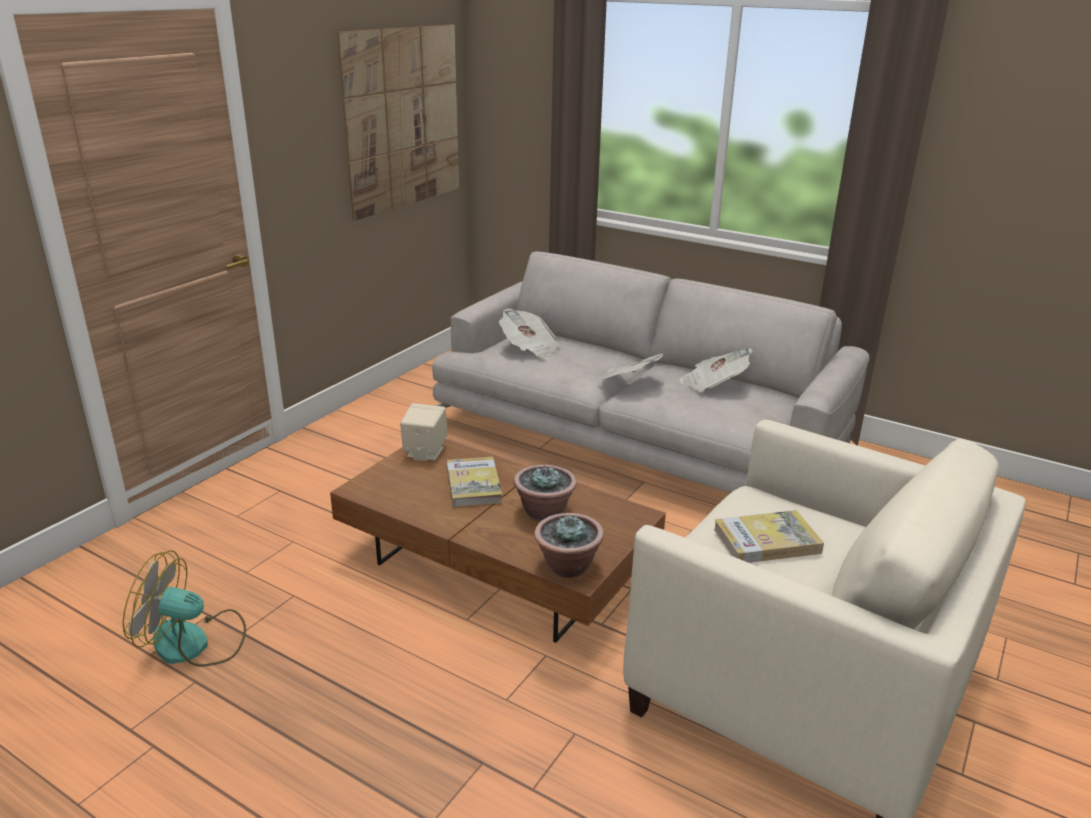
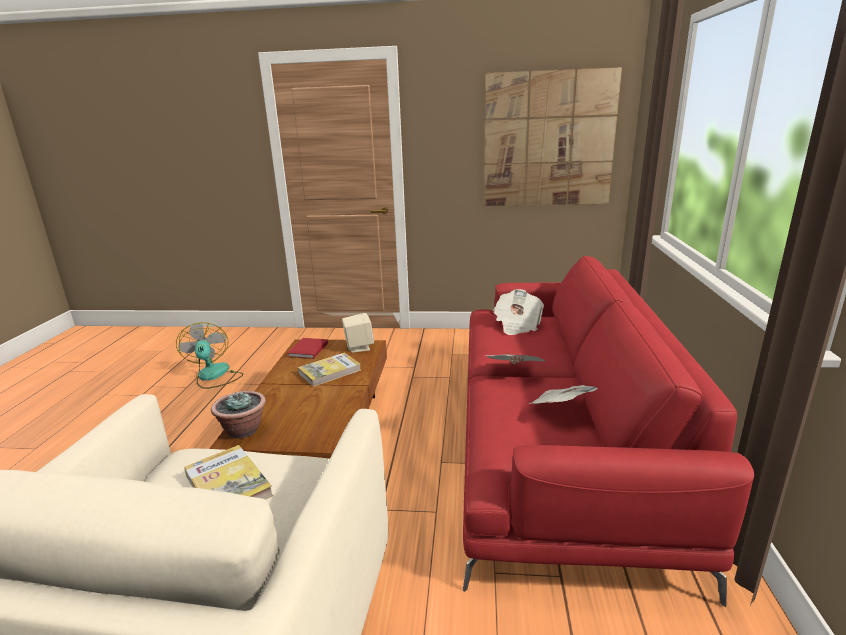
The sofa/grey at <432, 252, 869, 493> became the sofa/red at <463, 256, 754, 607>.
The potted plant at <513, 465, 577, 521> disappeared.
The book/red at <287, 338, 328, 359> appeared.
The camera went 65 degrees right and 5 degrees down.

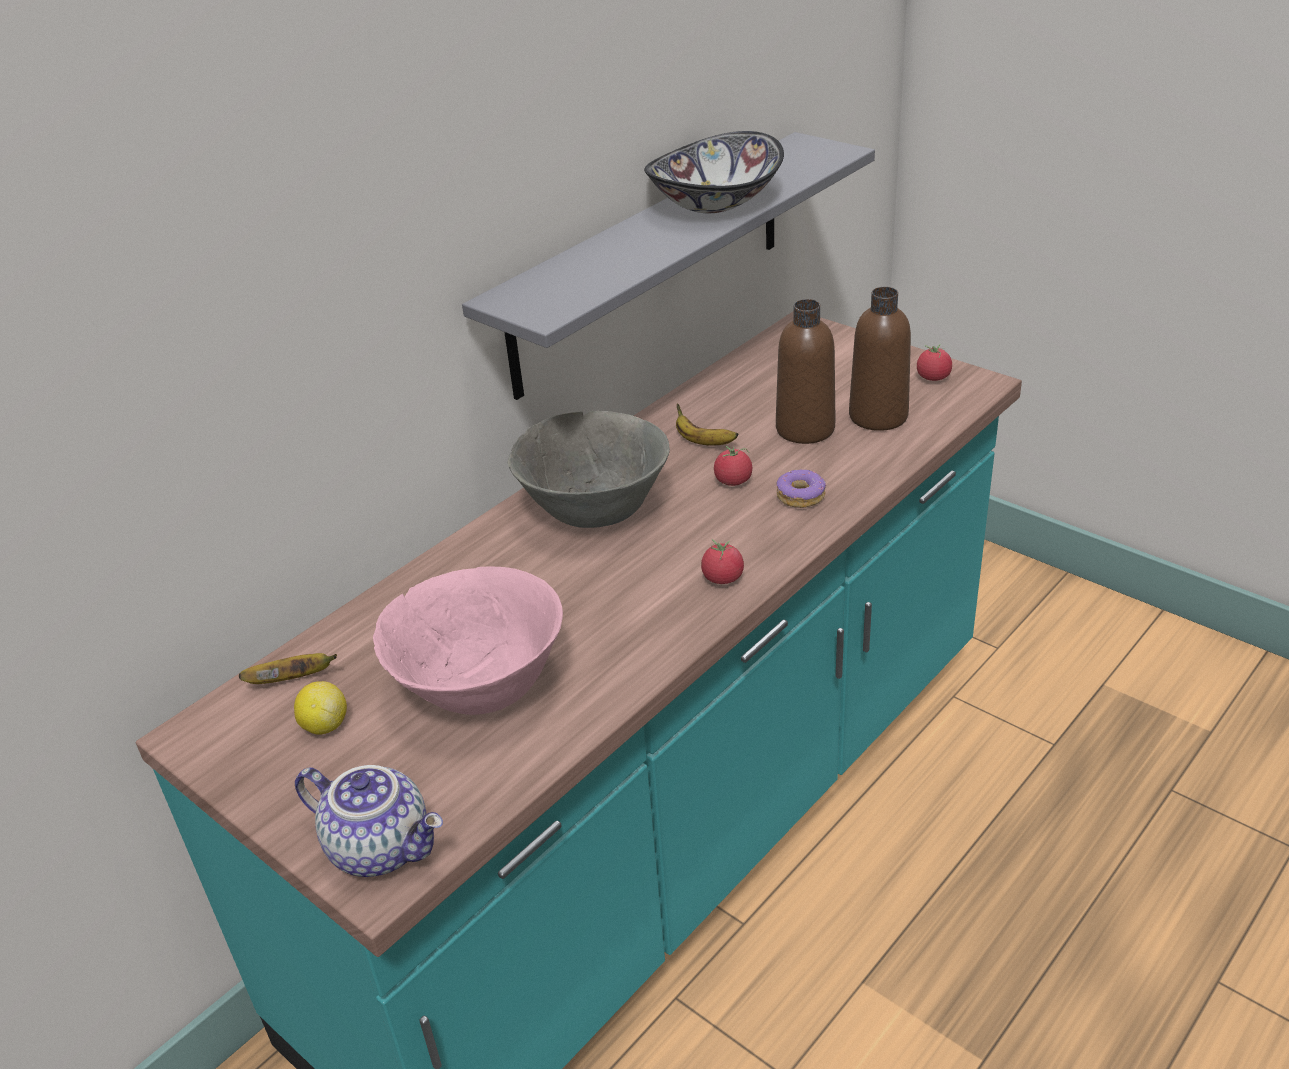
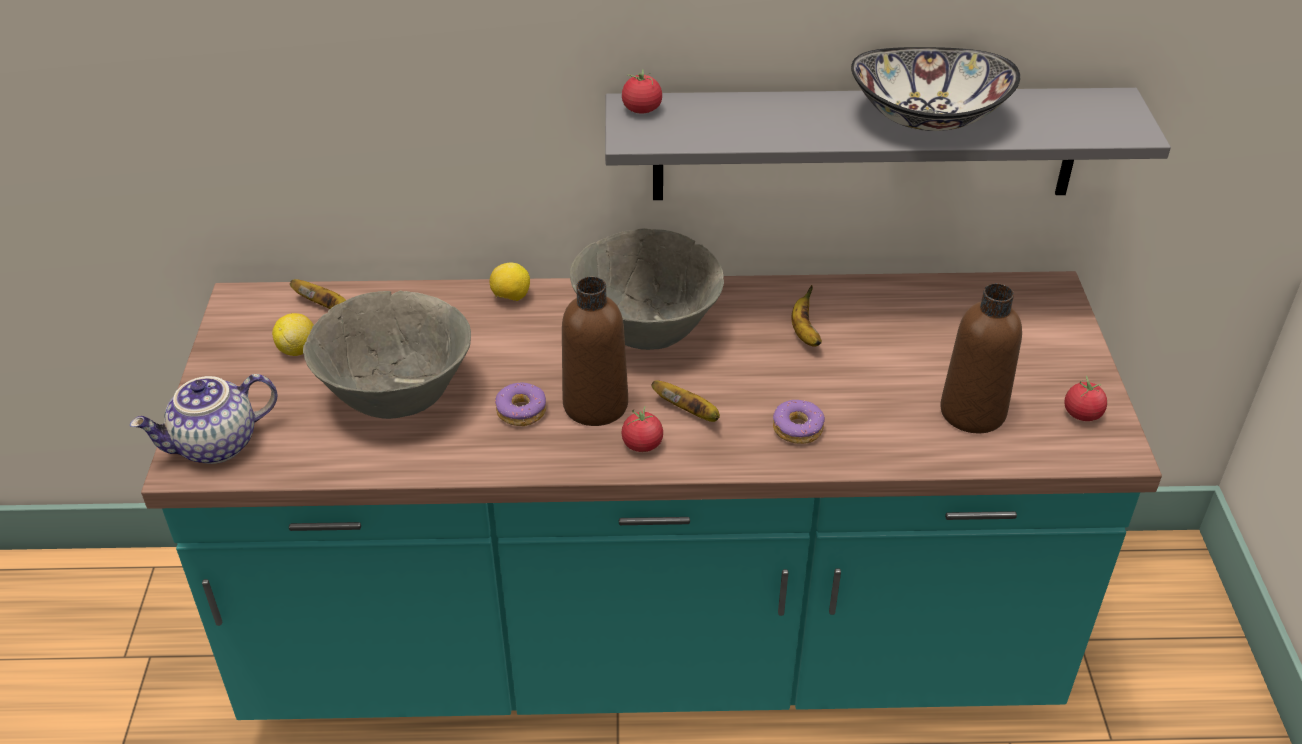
The bottle/brown moved from <776, 299, 835, 444> to <562, 276, 628, 426>.
The tomato moved from <714, 446, 752, 486> to <622, 69, 662, 113>.
The bowl/pink at <373, 566, 563, 715> became the bowl/grey at <303, 290, 471, 419>.
The teapot at <295, 765, 443, 877> turned 75 degrees clockwise.
The lemon at <490, 263, 530, 301> appeared.
The banana at <652, 381, 720, 422> appeared.
The donut at <495, 383, 546, 426> appeared.
The camera went 45 degrees right and 5 degrees up.

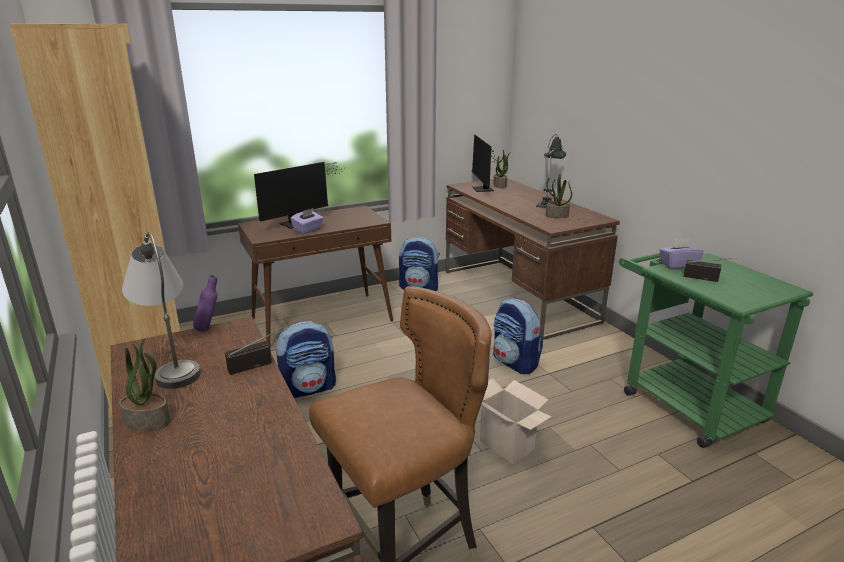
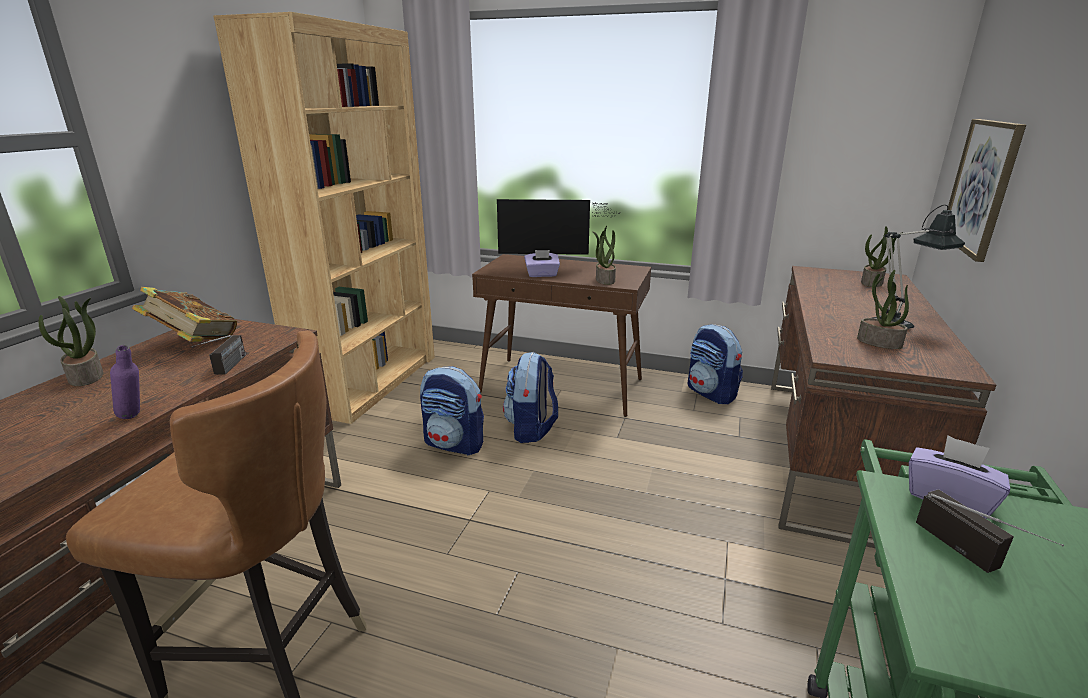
The monitor at <472, 134, 495, 192> disappeared.
The table lamp/grey at <122, 232, 200, 389> was replaced by the book at <132, 287, 237, 342>.
The bottle/purple moved from <193, 275, 217, 332> to <110, 345, 140, 419>.
The backpack moved from <493, 298, 543, 374> to <503, 352, 558, 443>.
The radio at <225, 324, 290, 375> turned 75 degrees clockwise.
The cardboard box at <480, 378, 552, 464> disappeared.
The picture at <948, 119, 1026, 262> appeared.
The potted plant at <593, 226, 616, 285> appeared.
The camera went 45 degrees right and 0 degrees up.

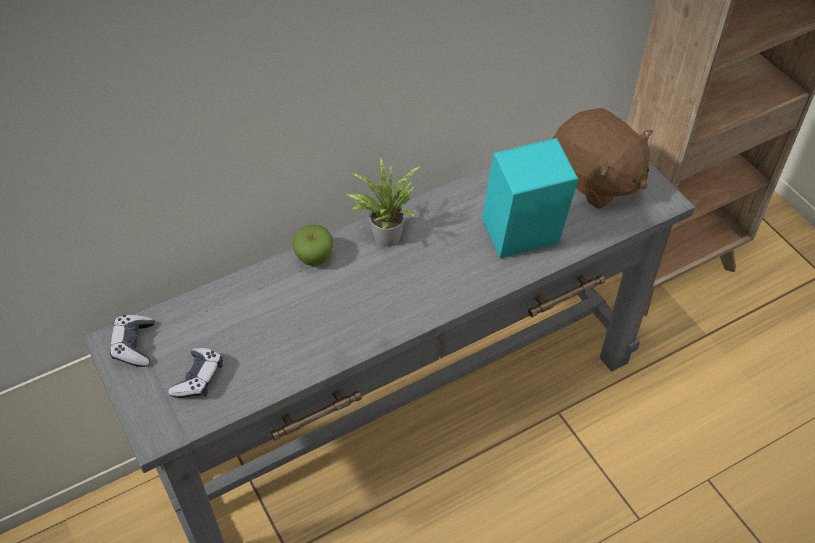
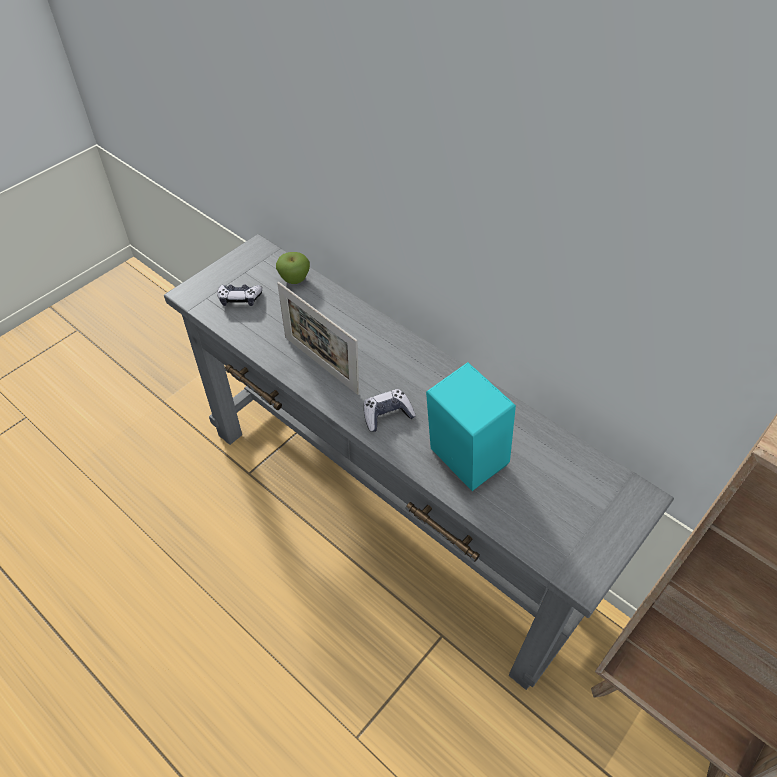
The plush toy/brown at <552, 108, 653, 209> disappeared.
The potted plant at <346, 157, 420, 247> disappeared.
The apple moved from <292, 225, 333, 266> to <276, 252, 310, 284>.
The game controller moved from <110, 315, 154, 367> to <364, 389, 416, 432>.
The picture frame at <277, 282, 359, 395> appeared.
The camera went 70 degrees right and 0 degrees up.

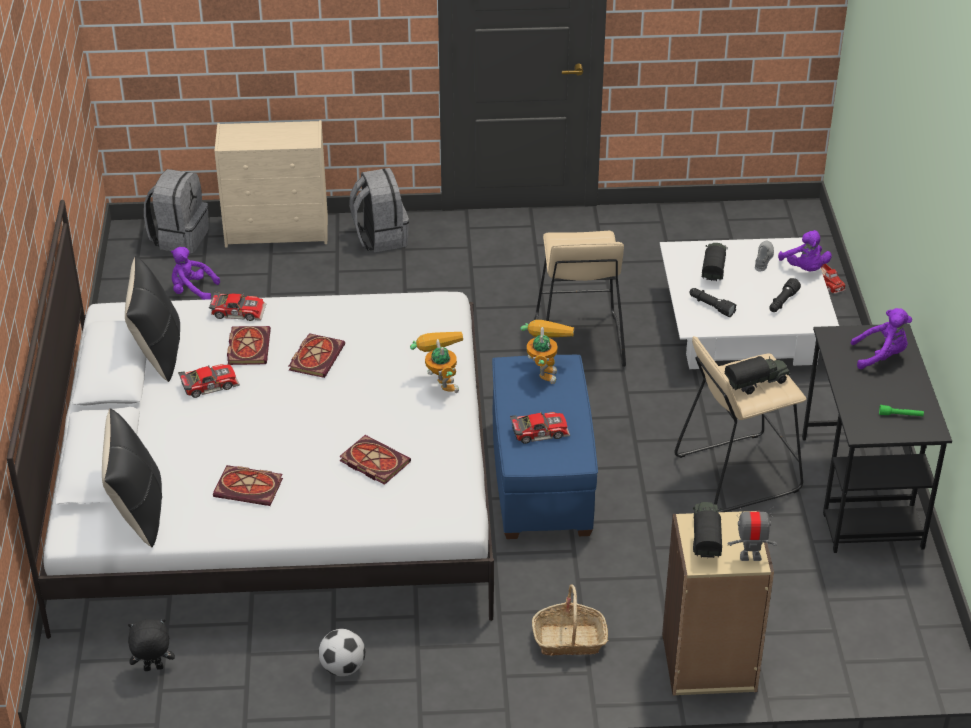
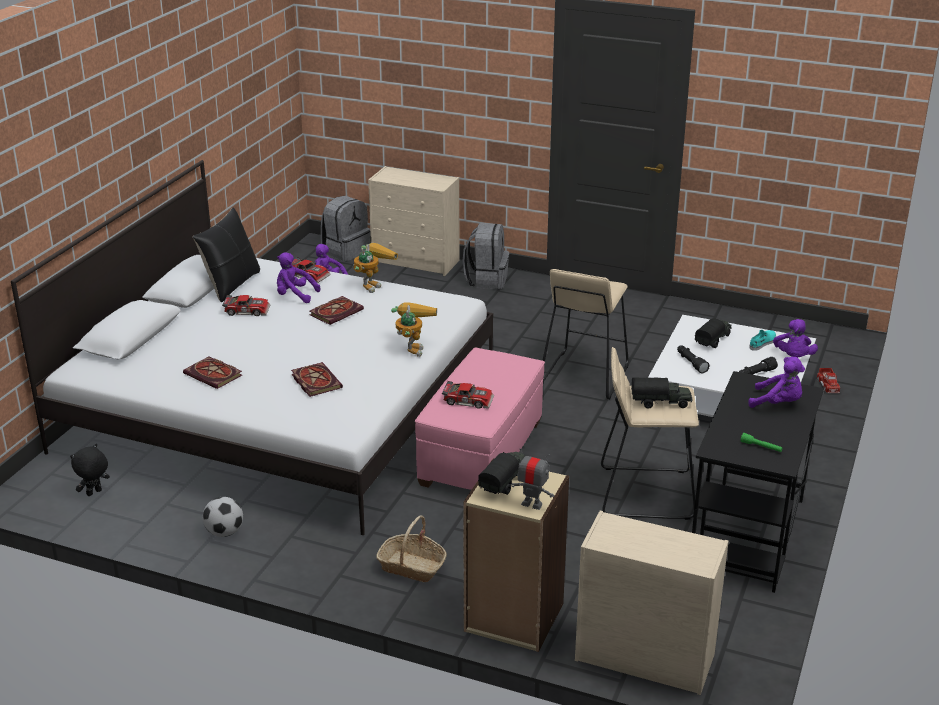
The shoe/grey at <755, 241, 774, 272> became the shoe/turquoise at <749, 330, 776, 351>.
The toy robot moved from <521, 320, 574, 384> to <353, 243, 398, 293>.
The book at <227, 326, 271, 365> was replaced by the plush toy/purple at <277, 252, 320, 303>.
The ottoman/blue at <492, 355, 598, 539> became the ottoman/pink at <415, 348, 545, 490>.
The pillow/black at <102, 408, 162, 547> disappeared.
The plush toy/black at <128, 619, 175, 671> turned 60 degrees counterclockwise.
The dresser/beige at <575, 511, 729, 695> appeared.
The camera went 25 degrees right and 10 degrees down.

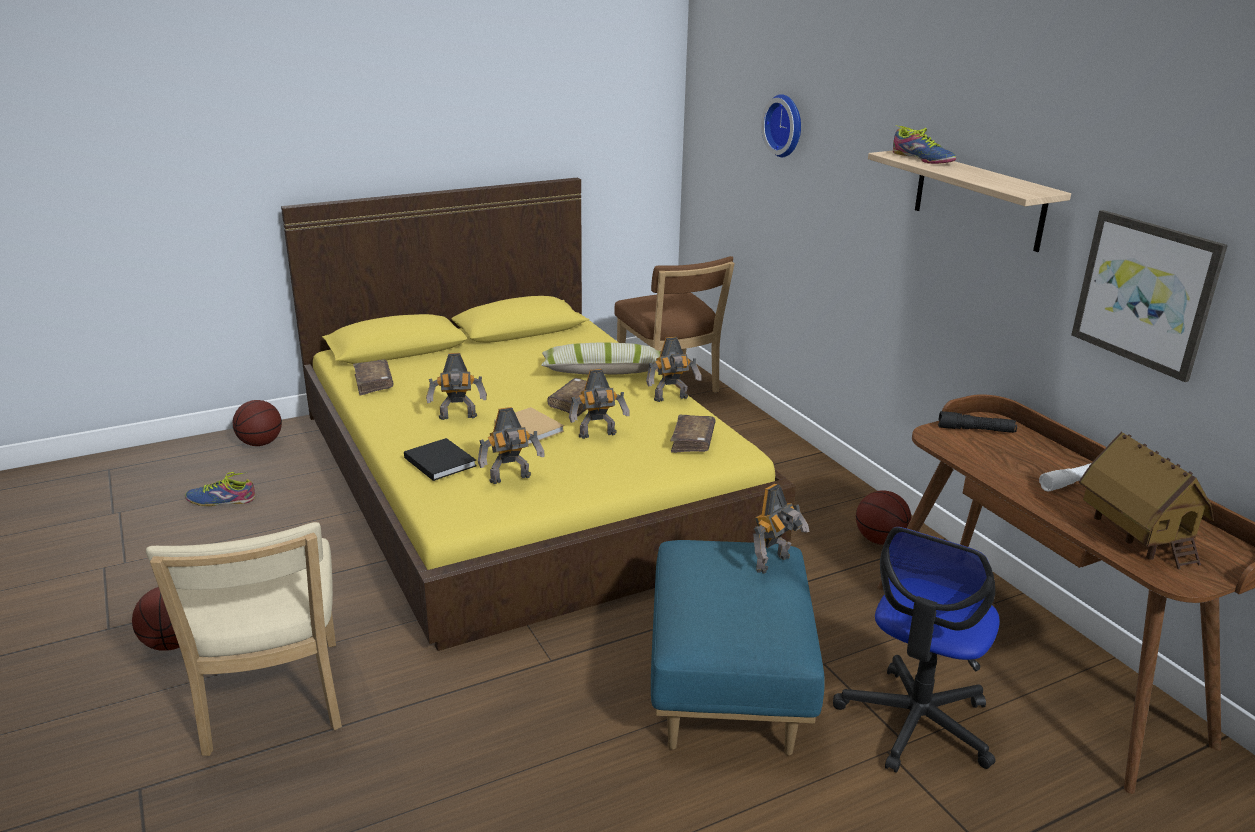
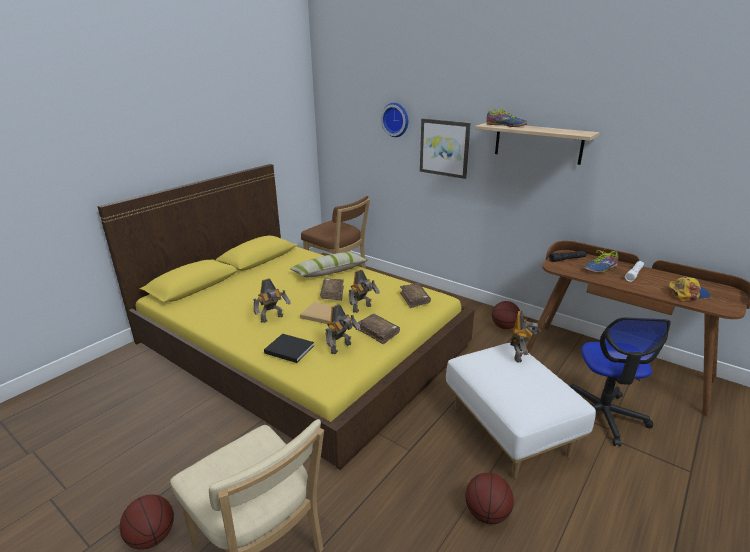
The picture moved from <1071, 210, 1228, 382> to <420, 119, 471, 179>.
The toy robot at <646, 337, 701, 402> disappeared.
The book/brown moved from <353, 359, 393, 395> to <357, 314, 400, 344>.
The basketball moved from <233, 400, 282, 446> to <466, 473, 514, 524>.
The toy house at <1079, 432, 1214, 569> was replaced by the cap at <668, 276, 710, 301>.
The shoe moved from <185, 472, 255, 506> to <584, 248, 619, 273>.
The ottoman/blue at <651, 540, 825, 755> became the ottoman/white at <446, 343, 596, 479>.
The camera went 25 degrees left and 0 degrees up.

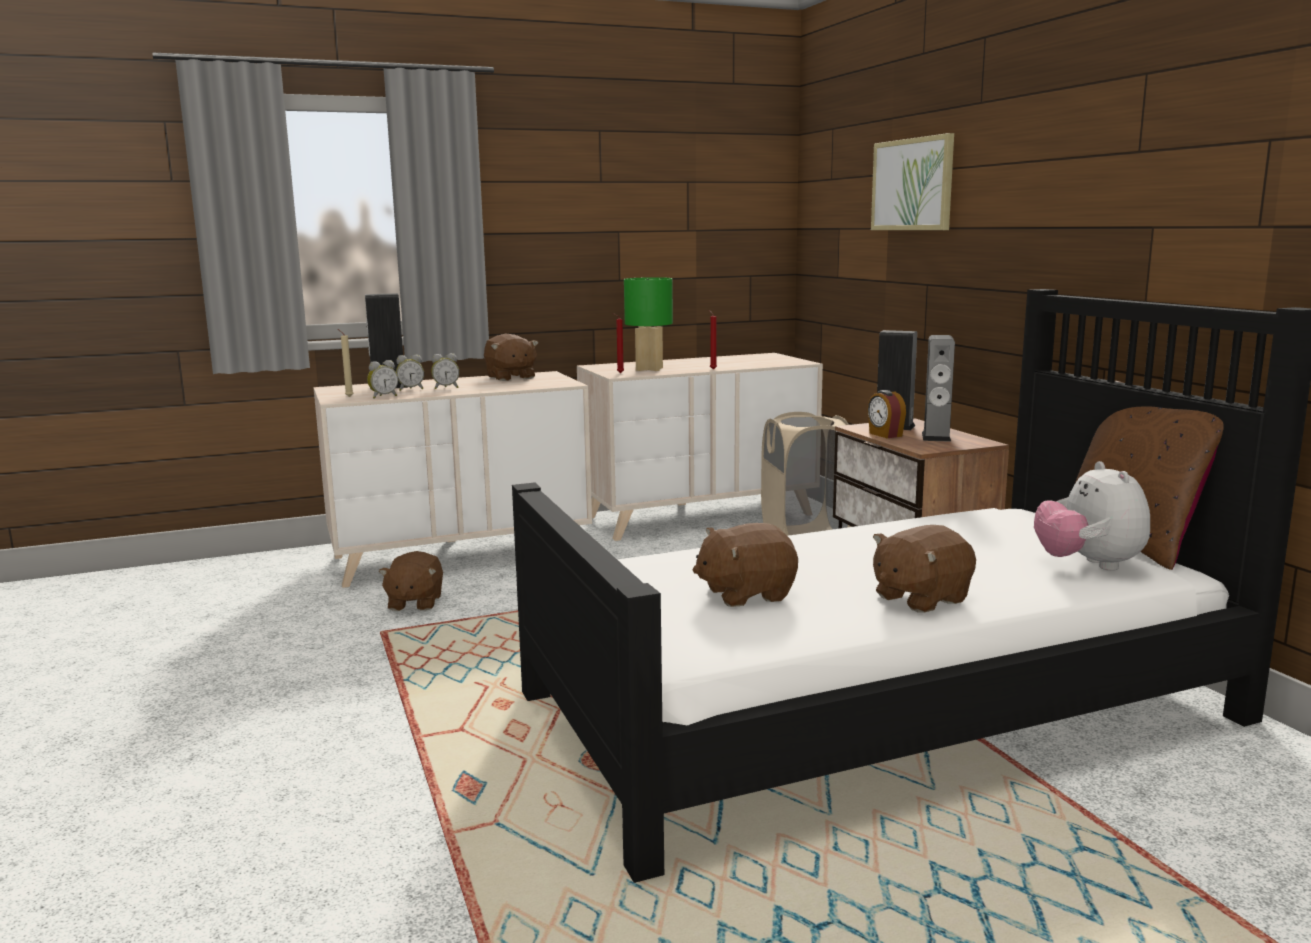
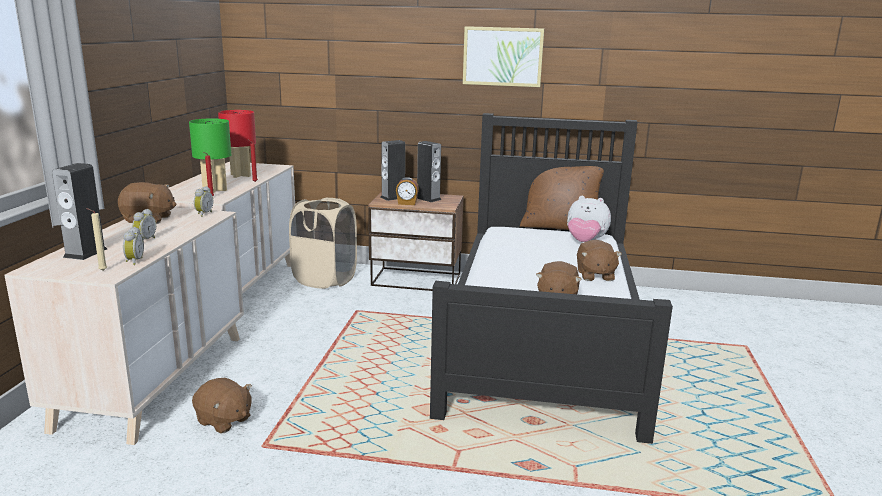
The picture moved from <871, 133, 954, 230> to <463, 26, 544, 87>.
The alarm clock moved from <396, 355, 424, 391> to <194, 186, 213, 217>.
The table lamp/red at <218, 110, 256, 178> appeared.
The camera went 60 degrees left and 5 degrees up.

